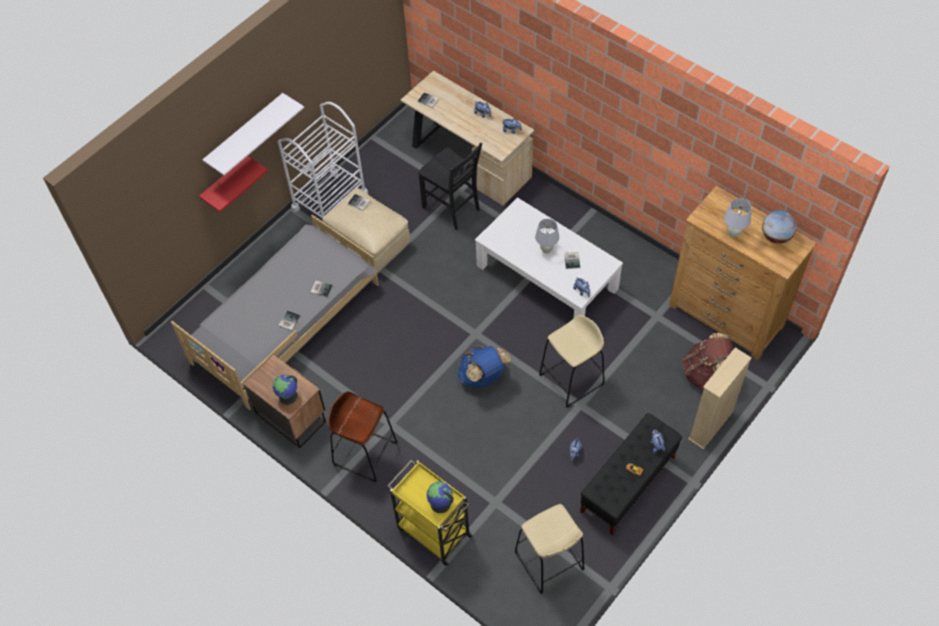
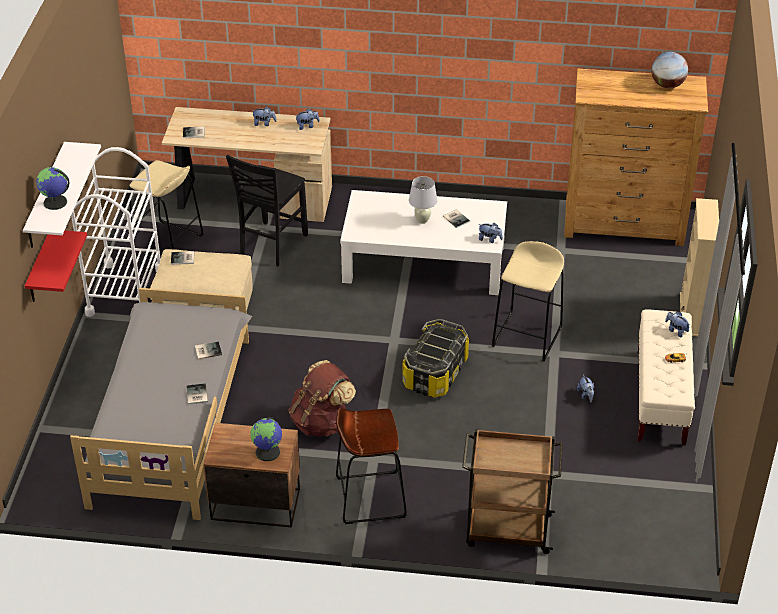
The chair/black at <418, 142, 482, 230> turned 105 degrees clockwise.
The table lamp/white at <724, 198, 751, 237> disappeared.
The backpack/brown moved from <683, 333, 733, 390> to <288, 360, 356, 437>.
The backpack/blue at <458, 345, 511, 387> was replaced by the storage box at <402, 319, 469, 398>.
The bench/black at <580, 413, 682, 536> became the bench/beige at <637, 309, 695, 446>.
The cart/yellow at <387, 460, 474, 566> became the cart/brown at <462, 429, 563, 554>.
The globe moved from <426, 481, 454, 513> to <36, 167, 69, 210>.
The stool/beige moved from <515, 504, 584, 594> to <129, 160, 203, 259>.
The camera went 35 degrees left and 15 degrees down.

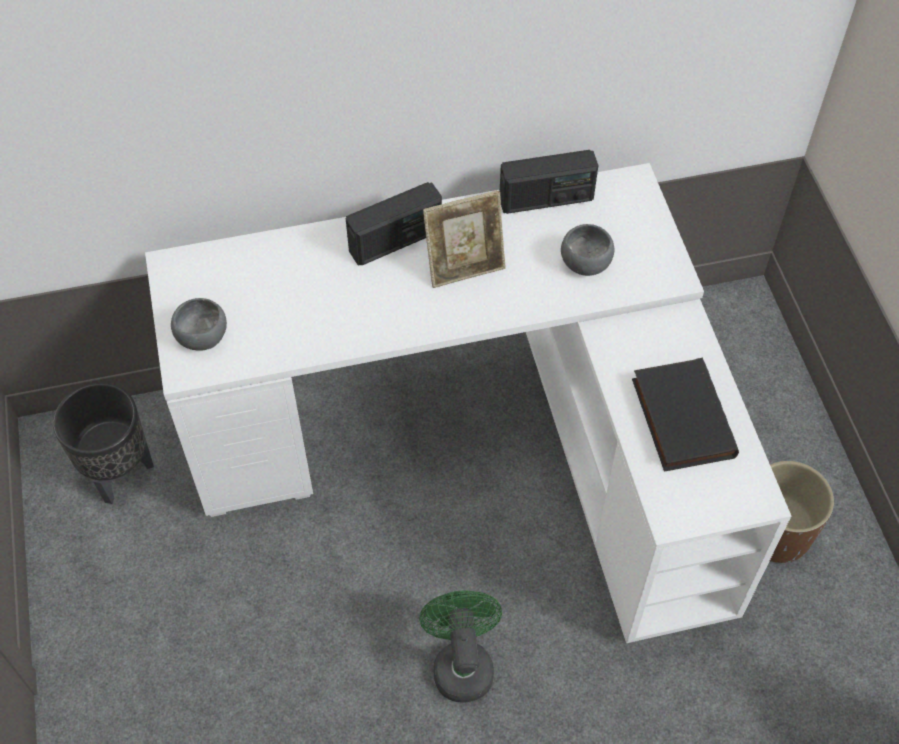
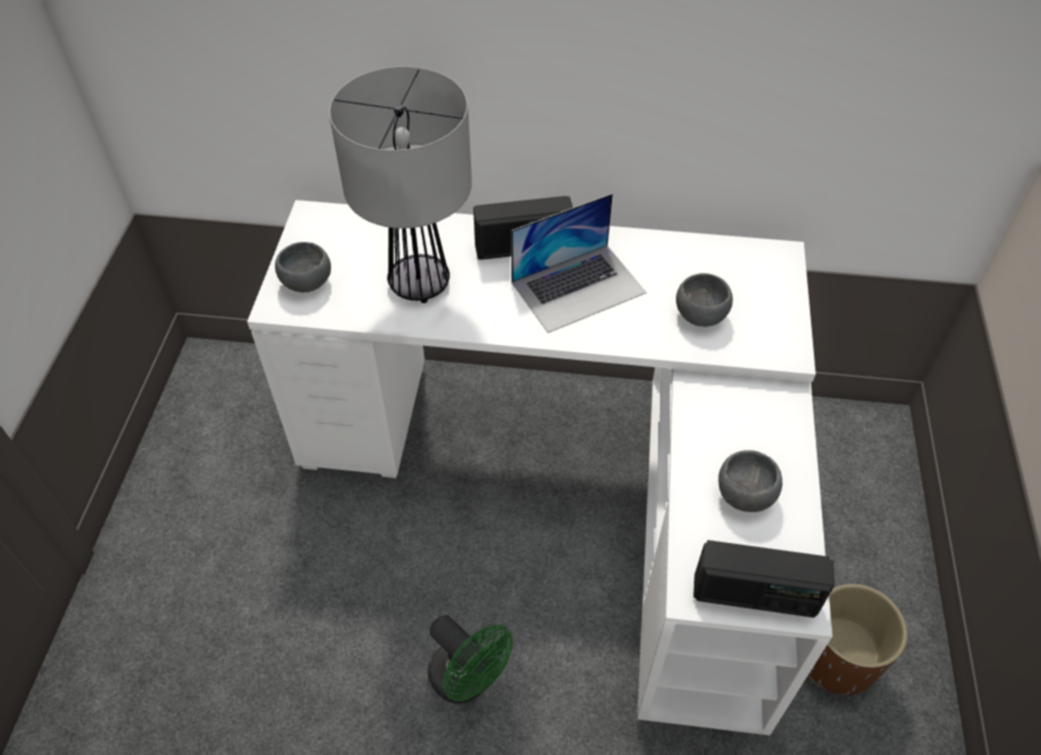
The radio moved from <500, 150, 598, 214> to <693, 540, 835, 618>.
The picture frame at <423, 190, 506, 288> was replaced by the laptop at <511, 194, 647, 333>.
The book/black at <632, 358, 739, 472> was replaced by the bowl/grey at <718, 450, 782, 512>.
The planter/black at <53, 383, 154, 504> disappeared.
The fan/green at <419, 591, 502, 702> turned 120 degrees clockwise.
The table lamp at <329, 66, 472, 303> appeared.
The camera went 20 degrees right and 5 degrees down.

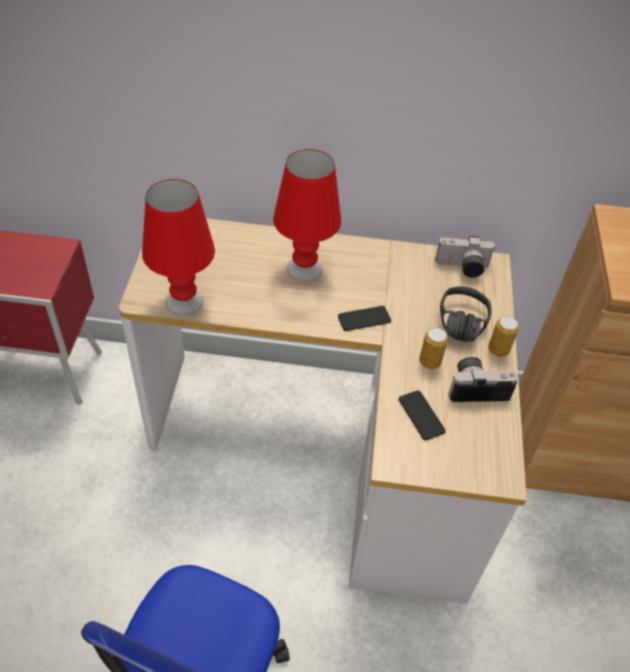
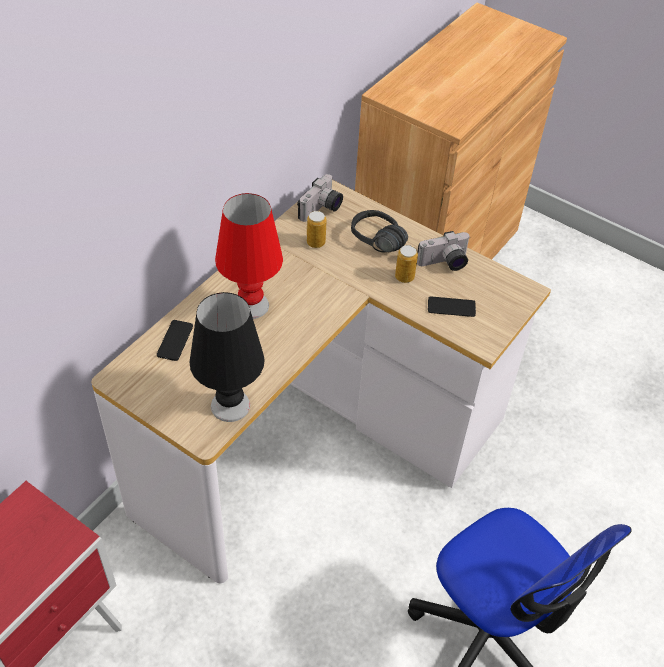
The table lamp/red at <142, 179, 215, 316> became the table lamp/black at <189, 292, 265, 422>.
The phone moved from <338, 306, 391, 331> to <157, 320, 193, 361>.
The can moved from <488, 316, 519, 357> to <307, 211, 327, 248>.
The photo camera at <448, 357, 518, 402> turned 135 degrees counterclockwise.
The camera went 60 degrees left and 0 degrees up.

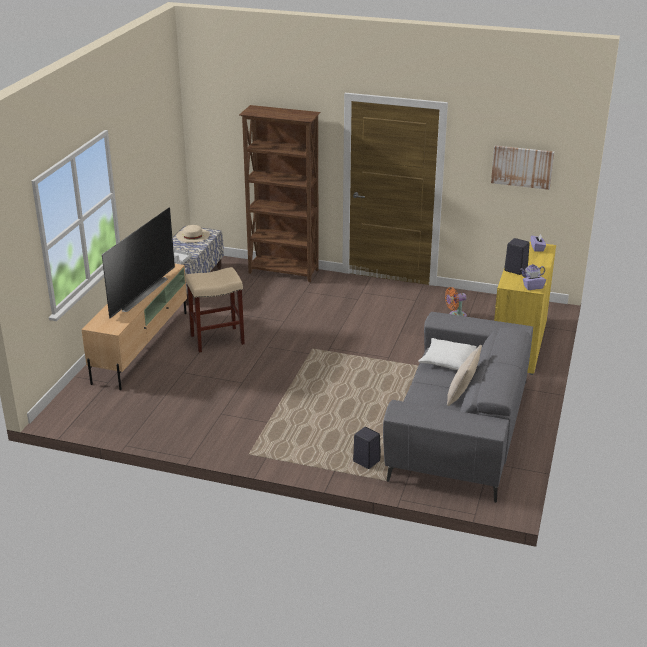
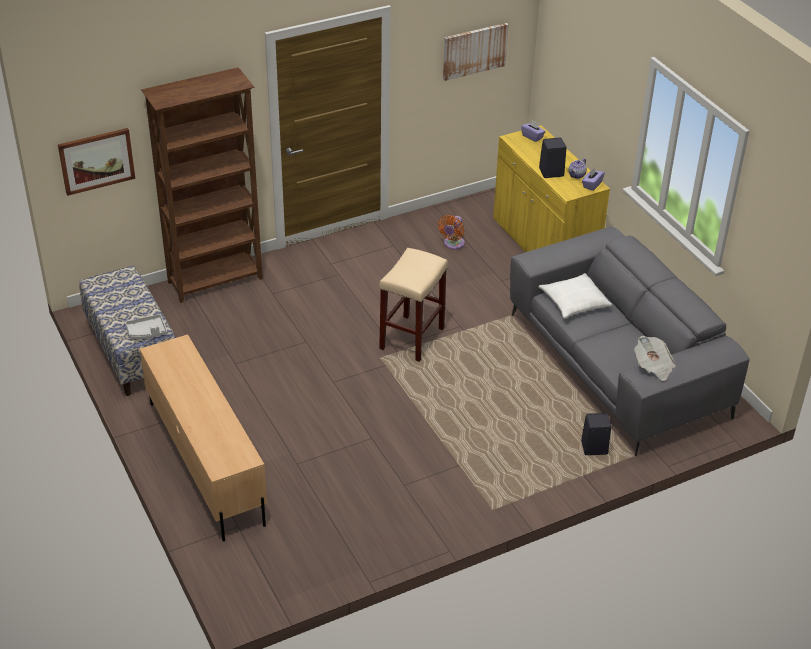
The television at <102, 207, 175, 318> disappeared.
The hat/beige at <176, 225, 210, 243> disappeared.
The stool/beige moved from <185, 267, 245, 352> to <379, 248, 448, 362>.
The pillow/beige at <447, 345, 482, 406> disappeared.
The picture at <58, 128, 135, 196> appeared.
The newspaper at <634, 335, 675, 381> appeared.
The camera went 45 degrees left and 10 degrees up.

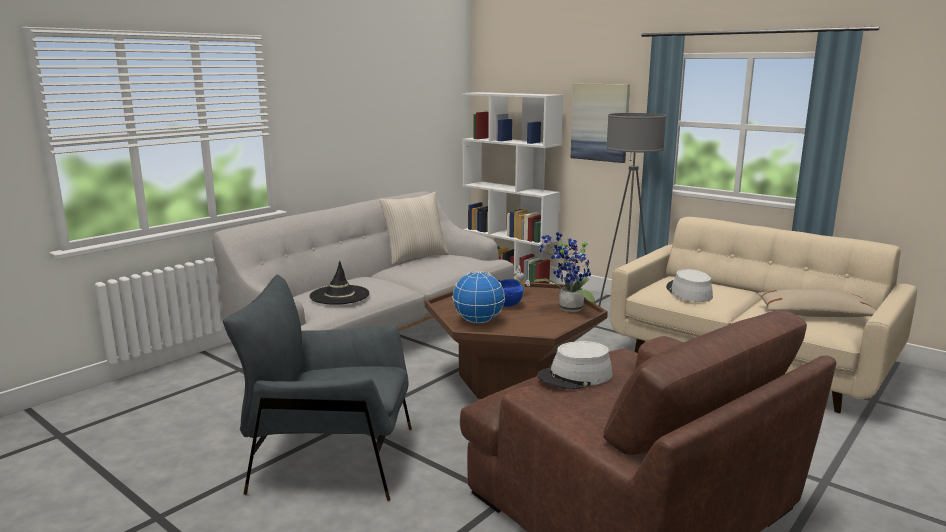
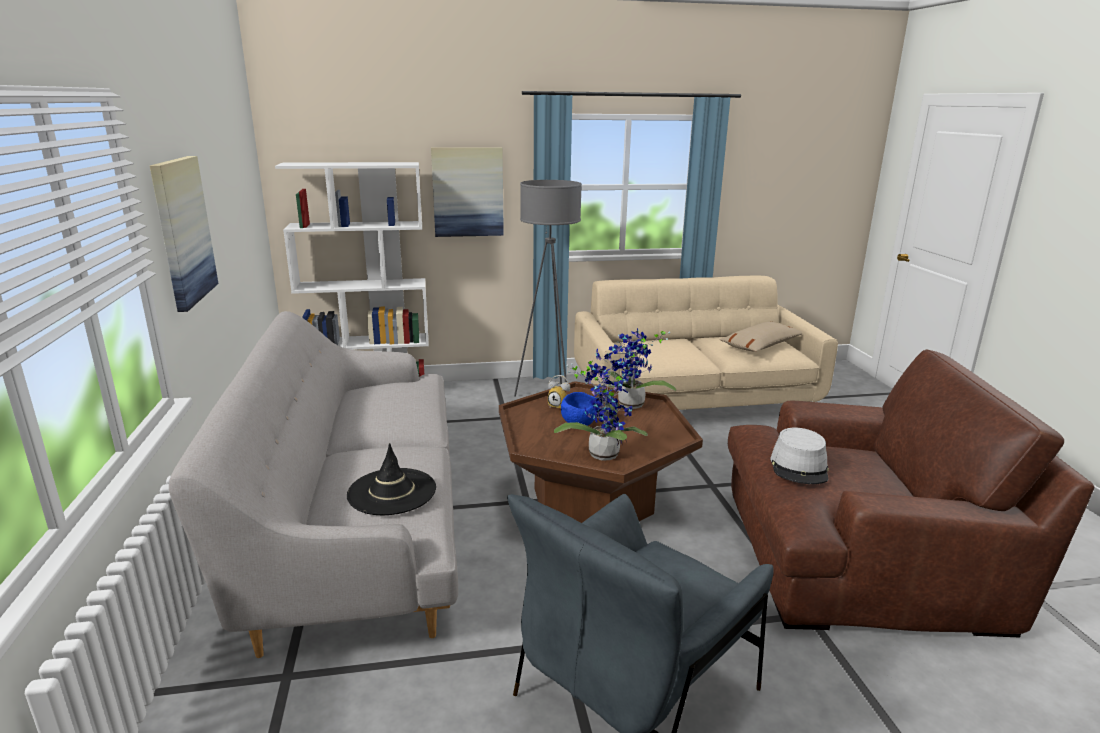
The pillow/beige at <379, 192, 449, 265> disappeared.
The hat/grey at <666, 269, 713, 302> disappeared.
The globe at <452, 271, 505, 323> was replaced by the potted plant at <554, 349, 648, 461>.
The picture at <149, 156, 219, 312> appeared.
The camera went 50 degrees left and 5 degrees up.

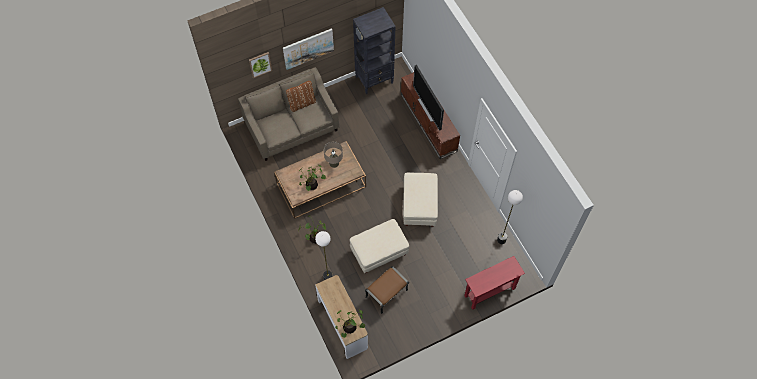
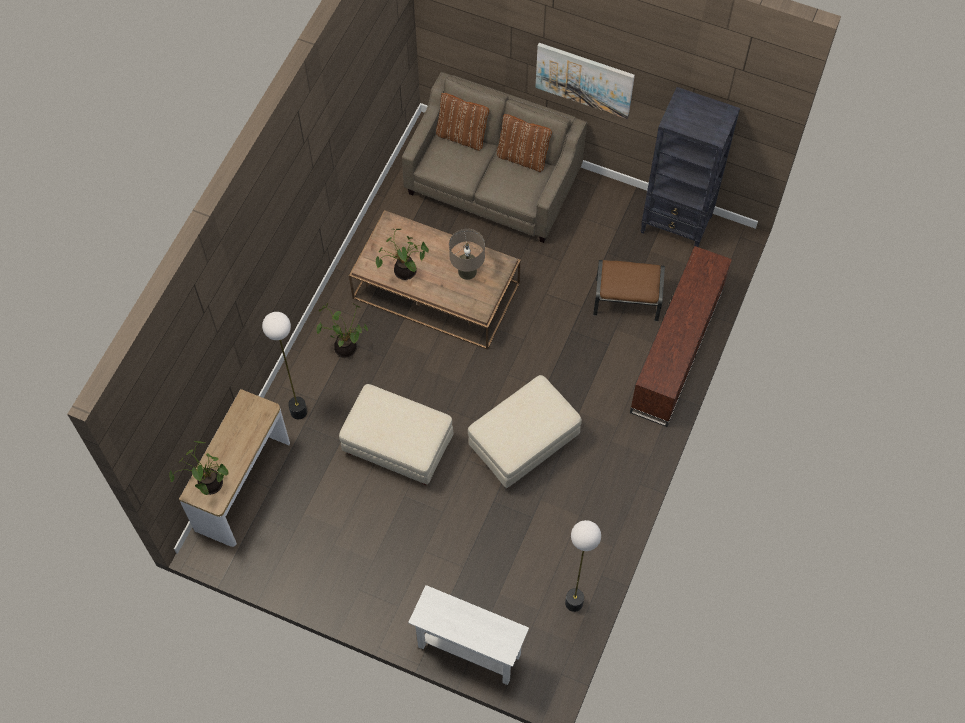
The picture at <249, 52, 272, 78> disappeared.
The television at <413, 65, 444, 131> disappeared.
The console table/red at <464, 256, 525, 310> became the console table/white at <408, 585, 529, 685>.
The ottoman/brown moved from <365, 266, 409, 314> to <593, 260, 665, 321>.
The pillow/brown at <436, 93, 489, 151> appeared.
The camera went 50 degrees right and 0 degrees up.

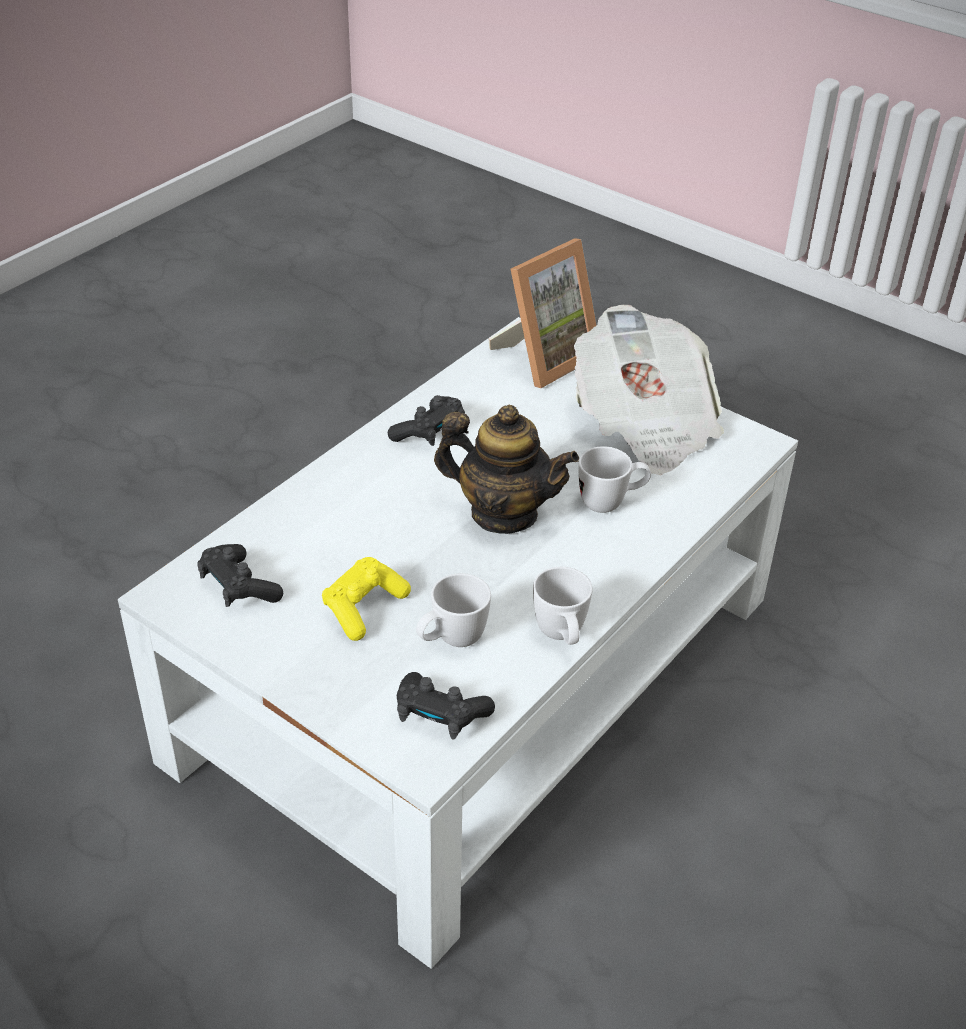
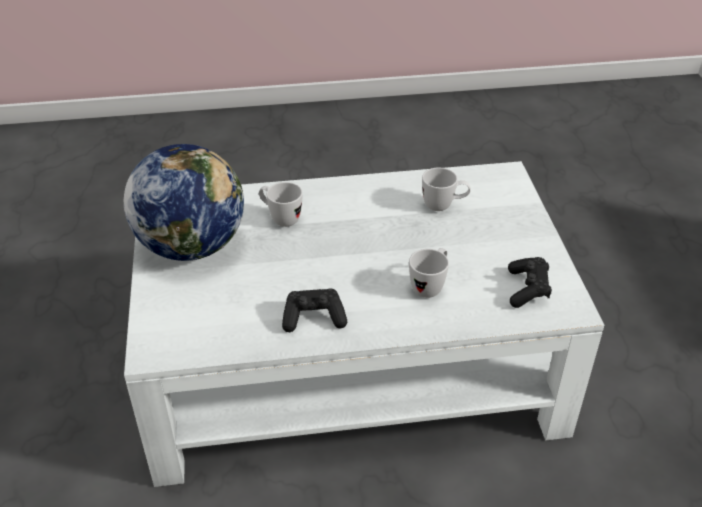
The picture frame at <489, 238, 597, 388> disappeared.
The newspaper at <574, 305, 724, 475> was replaced by the globe at <124, 144, 244, 261>.
The teapot at <434, 405, 579, 534> disappeared.
The game controller/yellow at <322, 557, 411, 641> disappeared.
The mug/white moved from <533, 567, 593, 645> to <409, 248, 449, 298>.
The game controller/black at <397, 672, 495, 740> disappeared.
The camera went 135 degrees left and 0 degrees up.

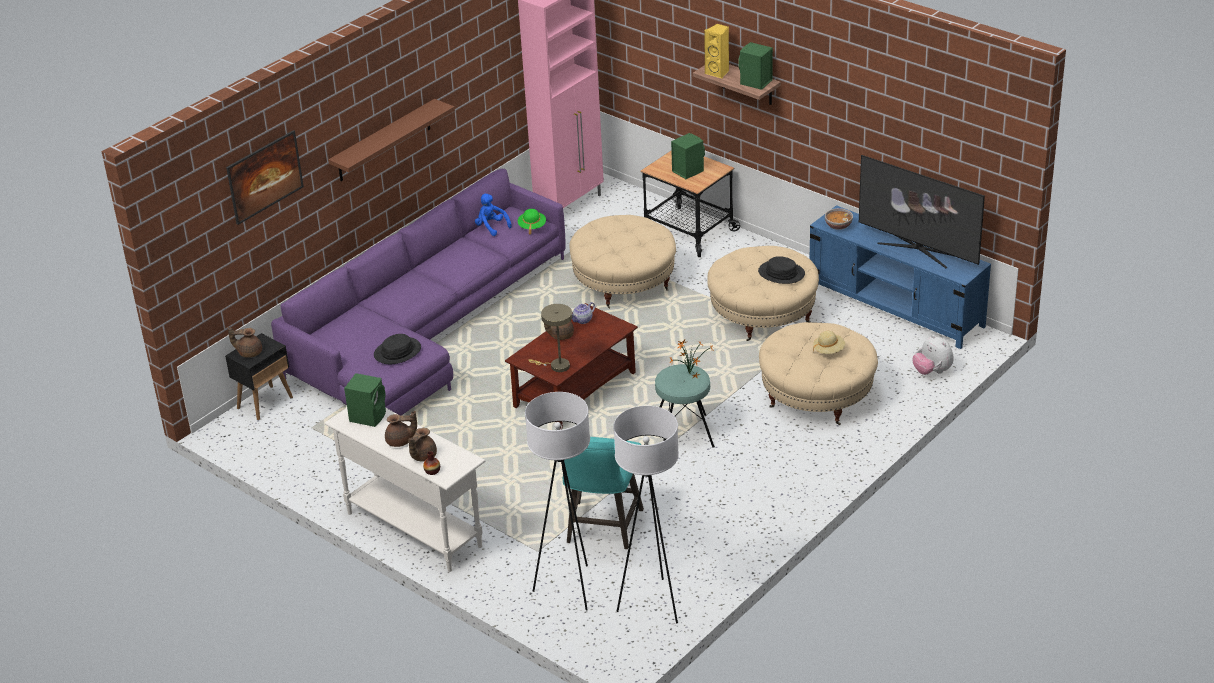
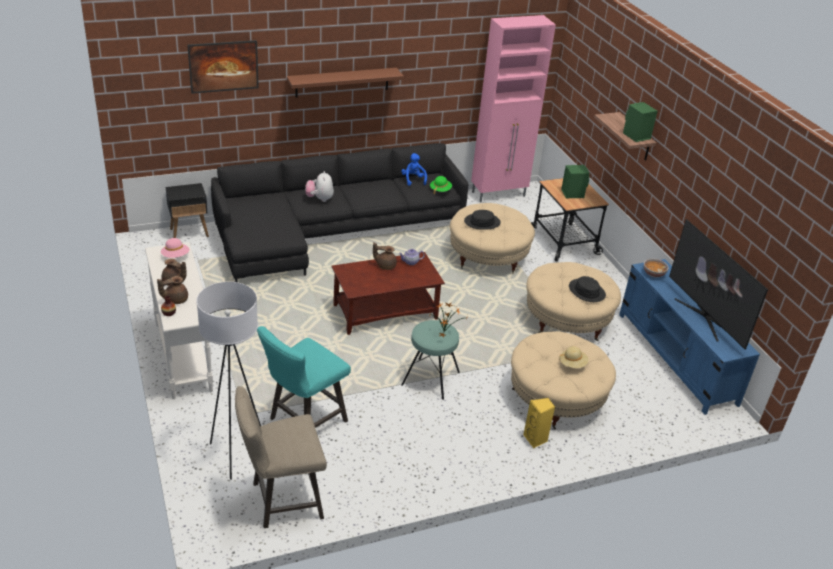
The speaker/yellow moved from <704, 24, 729, 79> to <523, 398, 555, 448>.
The sofa/purple at <271, 169, 565, 415> became the sofa/black at <211, 143, 468, 282>.
The table lamp/beige at <529, 304, 572, 372> disappeared.
The teapot/brown at <228, 327, 262, 358> disappeared.
The hat/black moved from <374, 334, 421, 364> to <464, 210, 501, 230>.
The plush toy moved from <913, 335, 953, 375> to <305, 171, 334, 202>.
The speaker/green at <344, 373, 386, 427> was replaced by the hat/pink at <161, 238, 189, 258>.
The floor lamp/white at <613, 406, 679, 623> was replaced by the stool/beige at <235, 386, 327, 528>.
The camera went 25 degrees right and 0 degrees up.

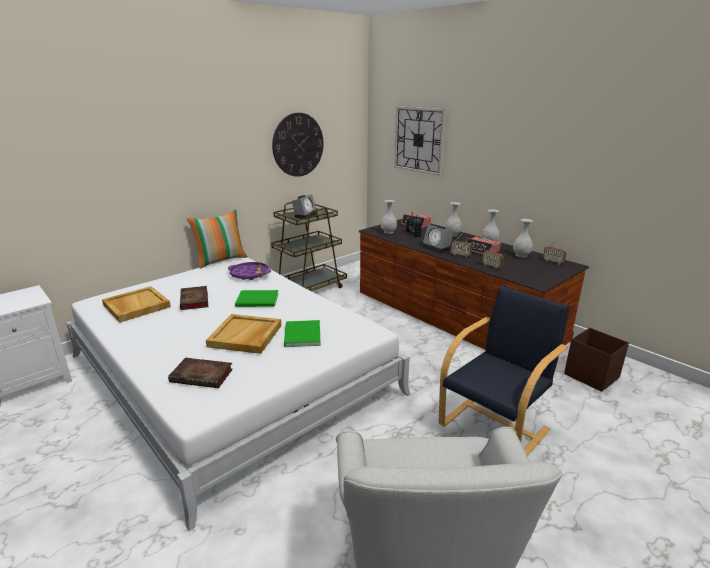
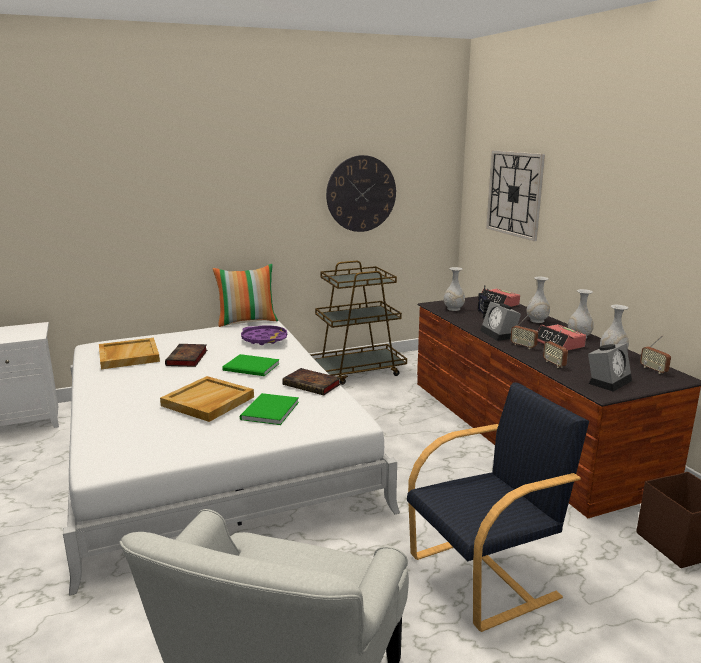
The alarm clock moved from <292, 194, 318, 220> to <588, 344, 632, 392>.
The book moved from <168, 358, 233, 388> to <282, 368, 341, 395>.
The camera went 20 degrees right and 5 degrees down.

